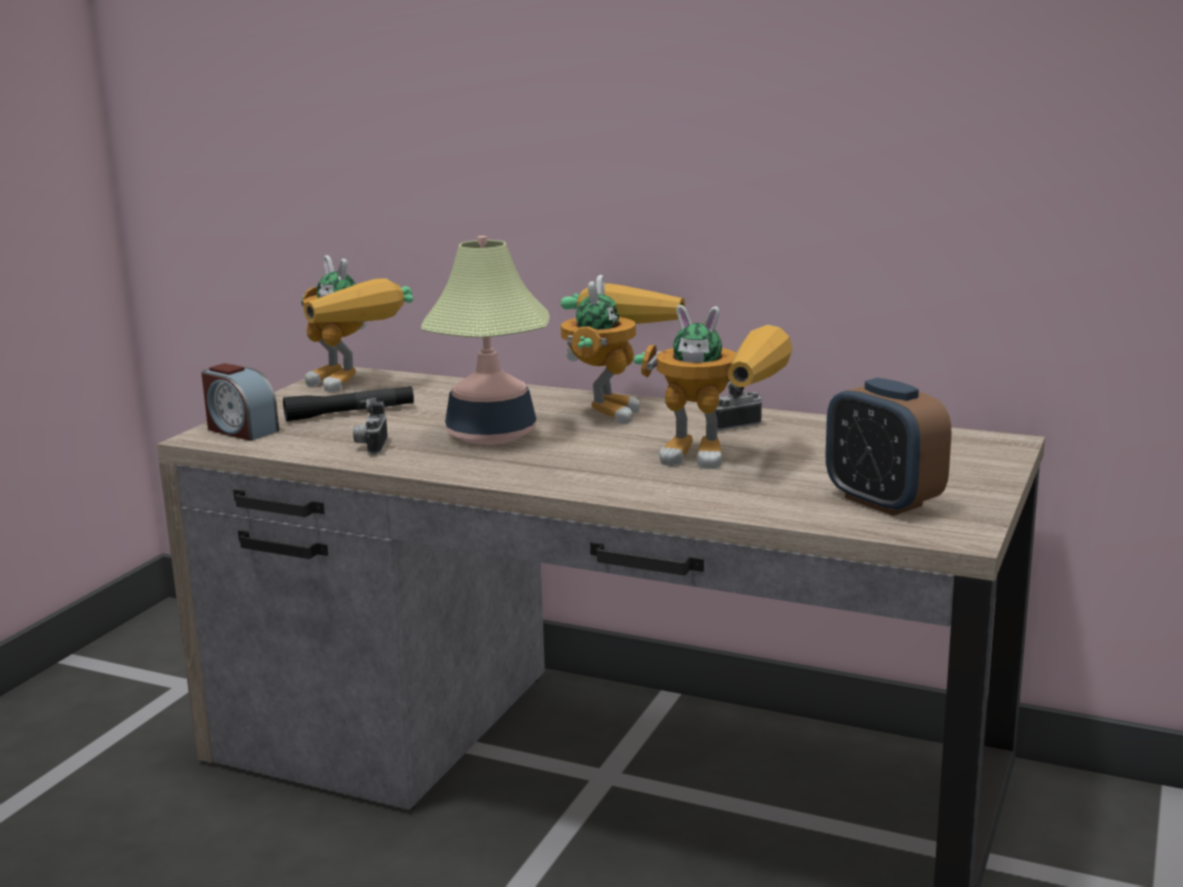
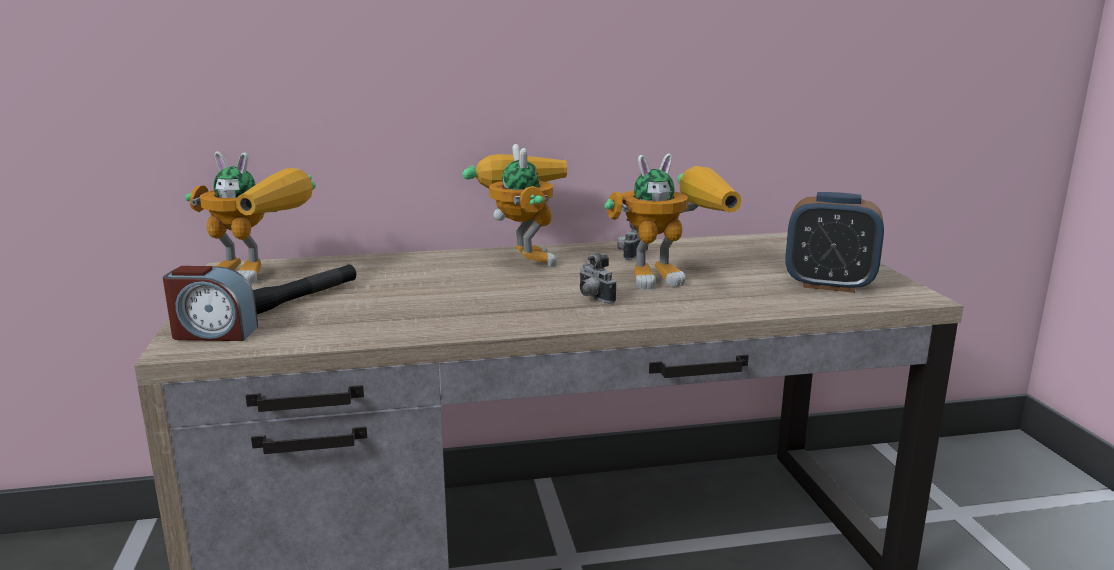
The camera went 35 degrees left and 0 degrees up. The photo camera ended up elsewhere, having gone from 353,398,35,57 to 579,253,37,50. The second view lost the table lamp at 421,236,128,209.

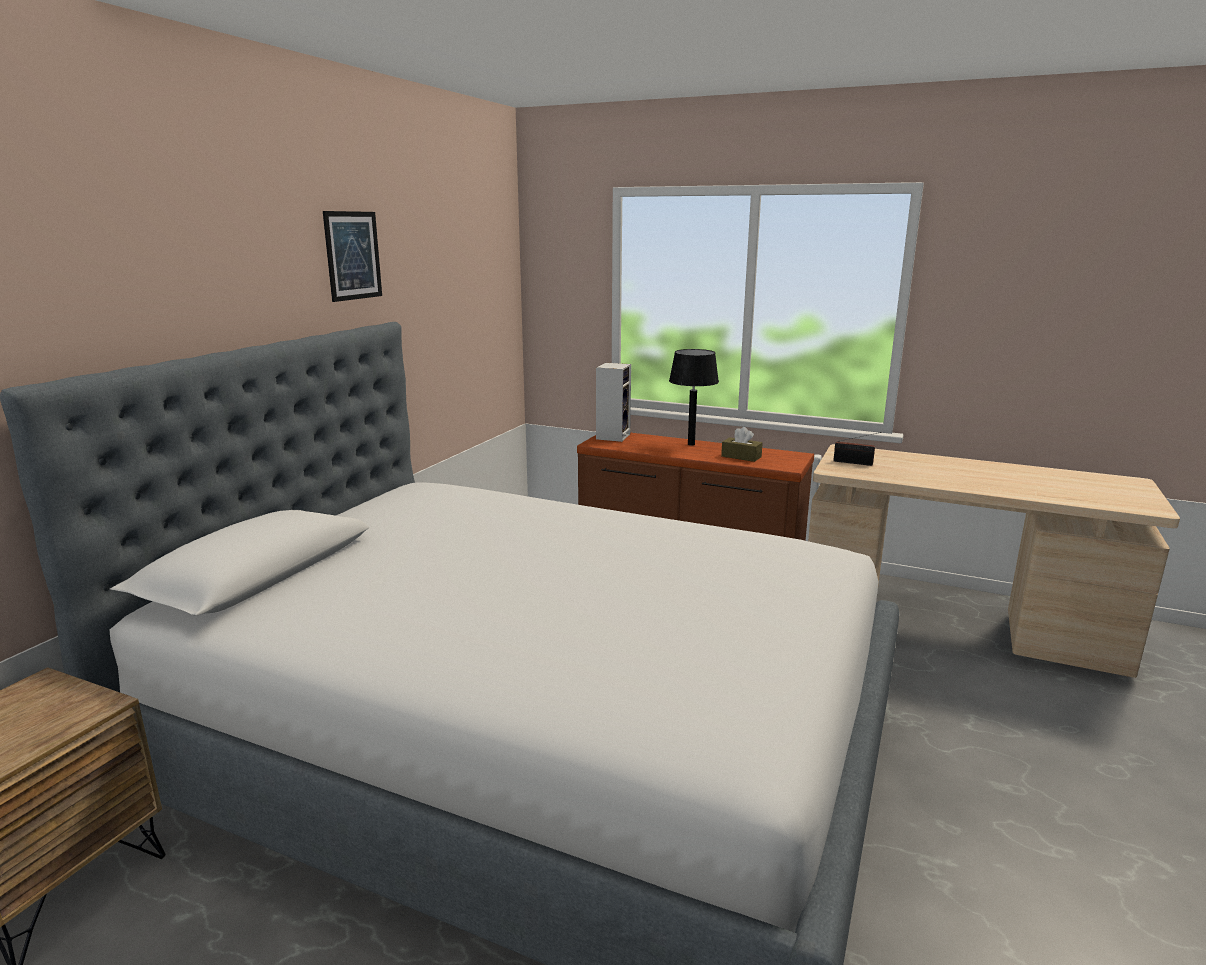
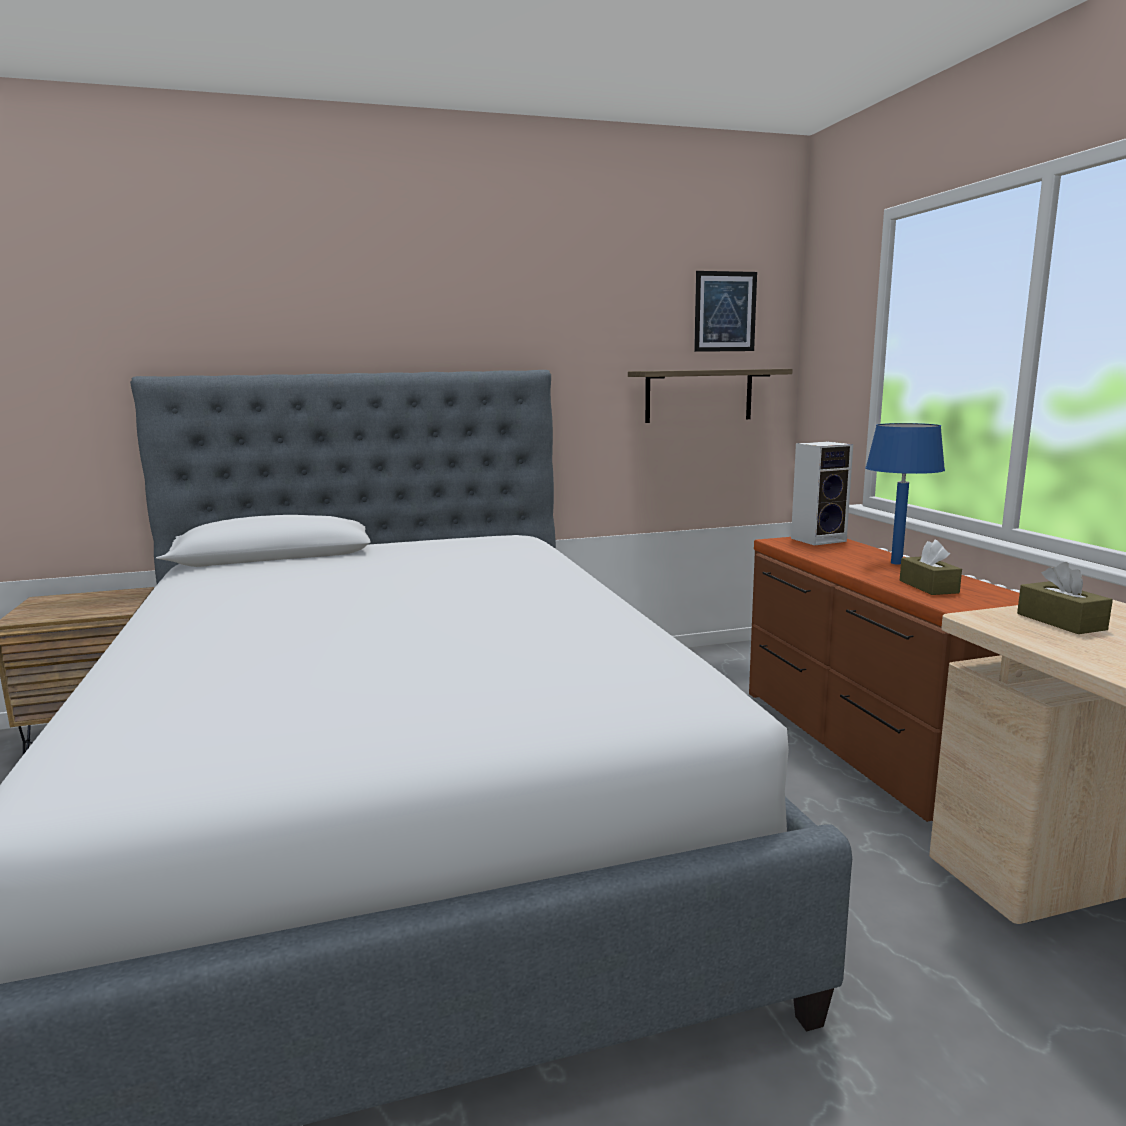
The camera went 50 degrees right and 5 degrees down. The second view gained the shelf at 628,369,165,54. The picture ended up elsewhere, having gone from 323,211,59,91 to 694,271,63,81. What was the black-coloured table lamp at 669,349,50,96 turned into the blue-coloured table lamp at 865,423,80,142. Where the radio set stood at 833,432,49,34, the brown tissue box came to stand at 1017,562,96,72.

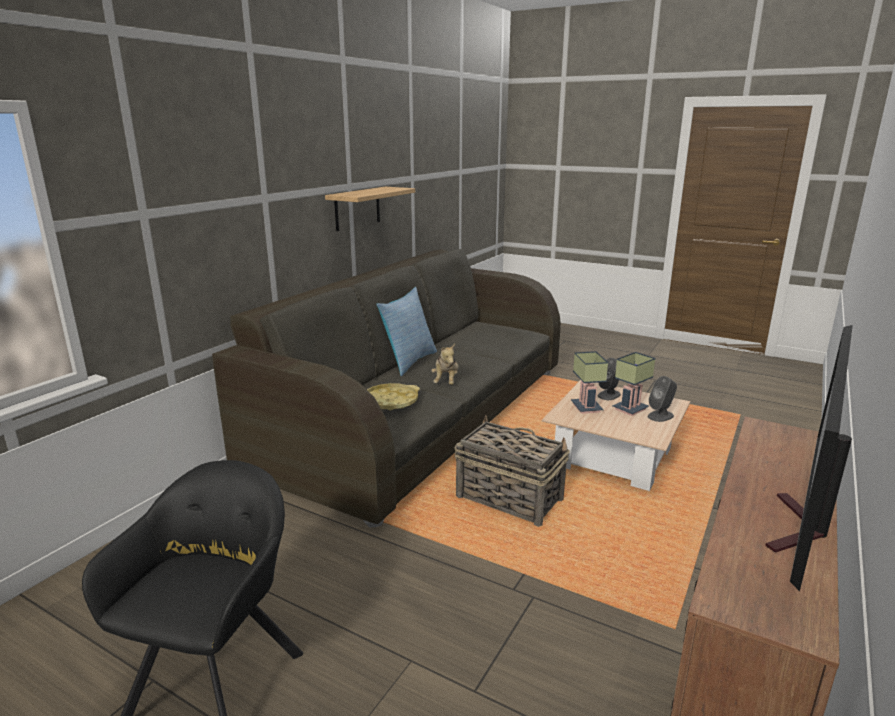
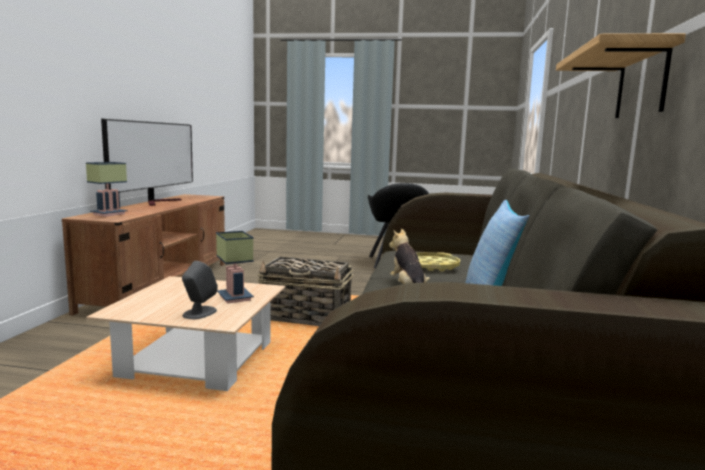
The camera went 160 degrees right and 10 degrees down. The table lamp ended up elsewhere, having gone from 612,352,43,64 to 86,162,42,55. The second view lost the gray loudspeaker at 647,376,30,46.

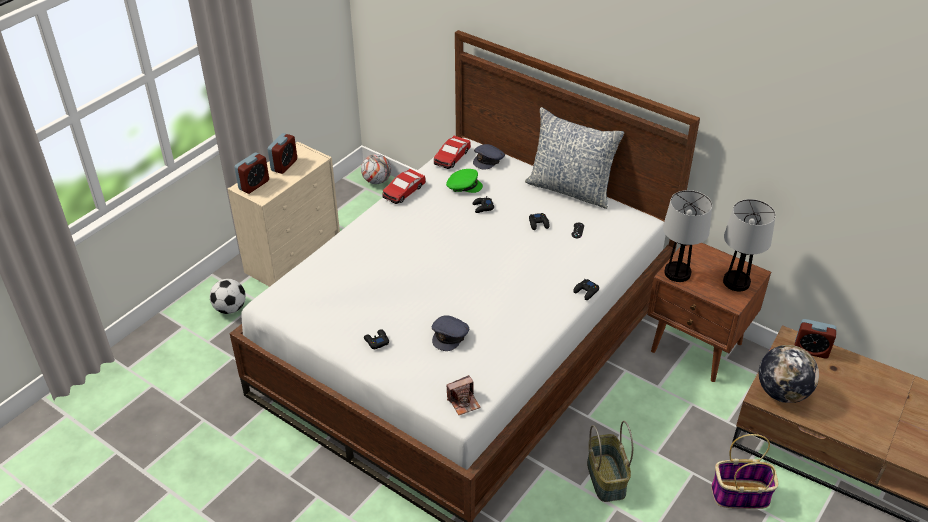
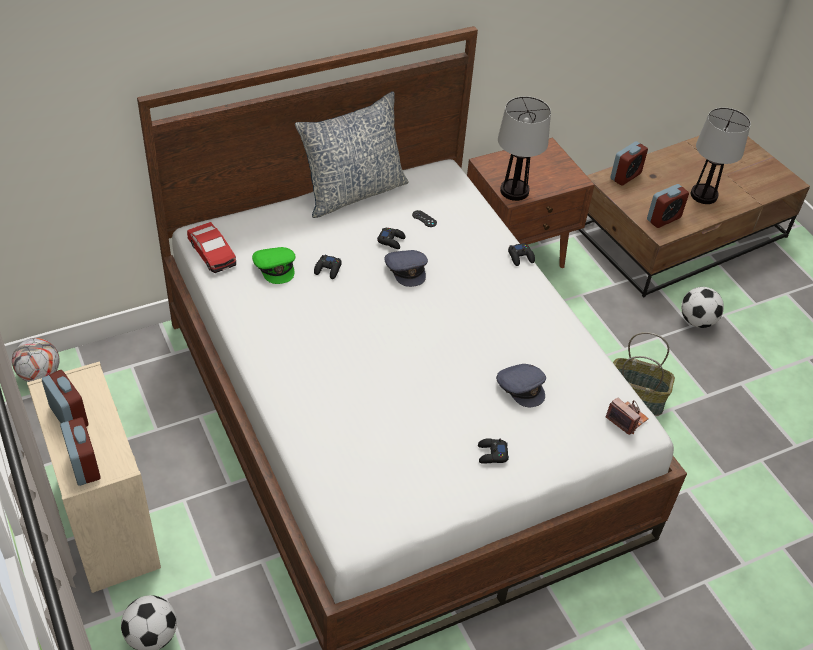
The camera went 65 degrees left and 5 degrees up. The green-coloured peaked cap at 446,169,37,24 ended up facing another way, 120 degrees clockwise from before. The gray peaked cap ended up elsewhere, having gone from 473,144,32,26 to 385,250,43,37. The photo camera at 447,375,34,40 ended up facing another way, 45 degrees counterclockwise from before. Where the world globe stood at 759,345,60,58, the table clock came to stand at 647,184,42,44. Where the household basket stood at 711,434,67,75, the football ball came to stand at 681,287,43,41. The table lamp ended up elsewhere, having gone from 723,199,53,92 to 691,108,60,96. The second view lost the model car at 382,169,44,35.

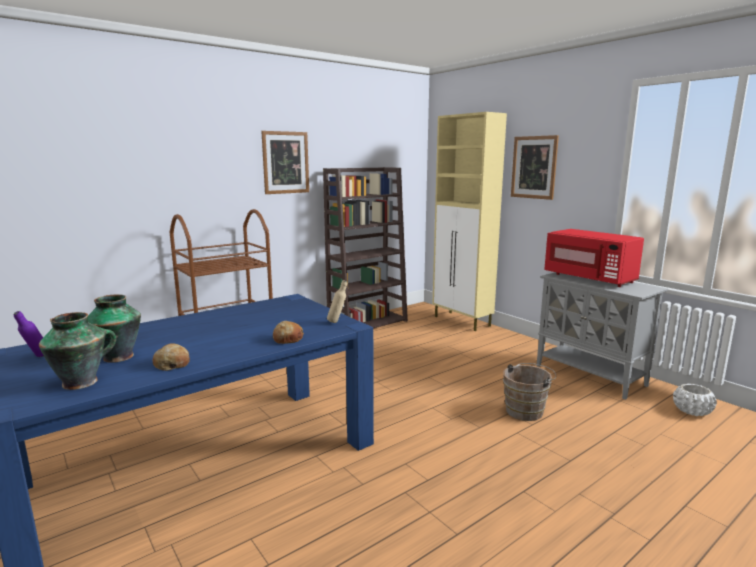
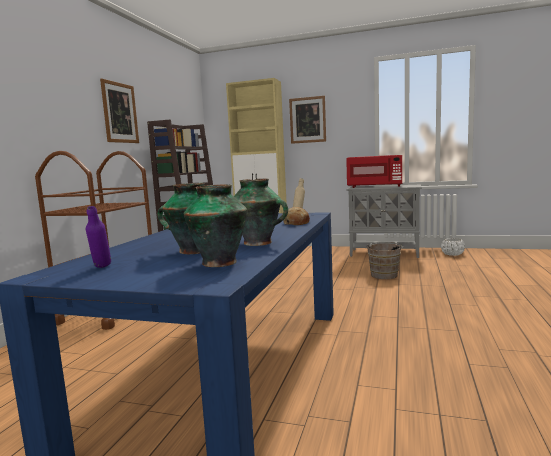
The camera went 35 degrees left and 5 degrees down. Where the baked bread stood at 153,343,37,28, the vase came to stand at 234,179,54,67.

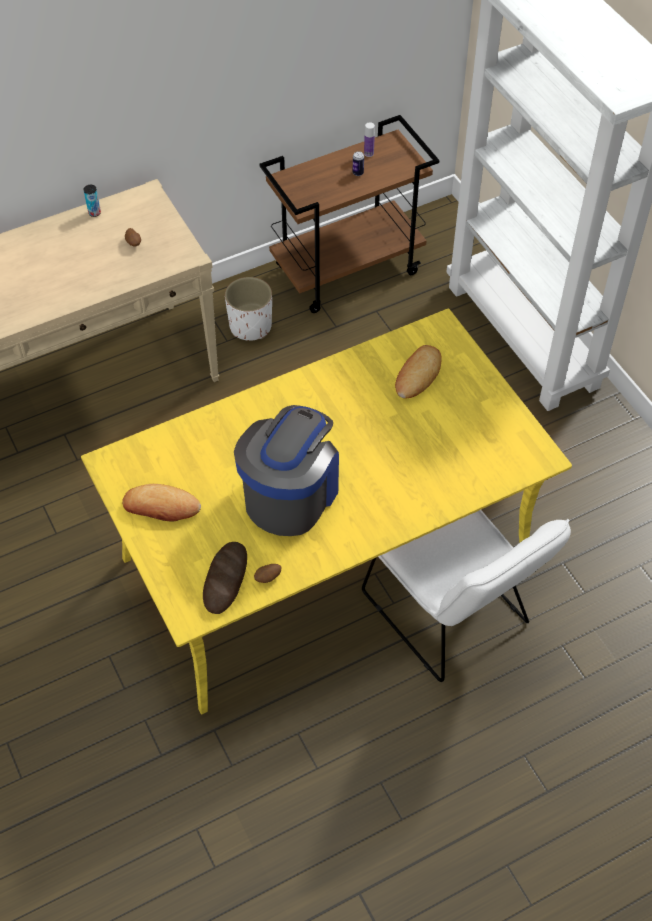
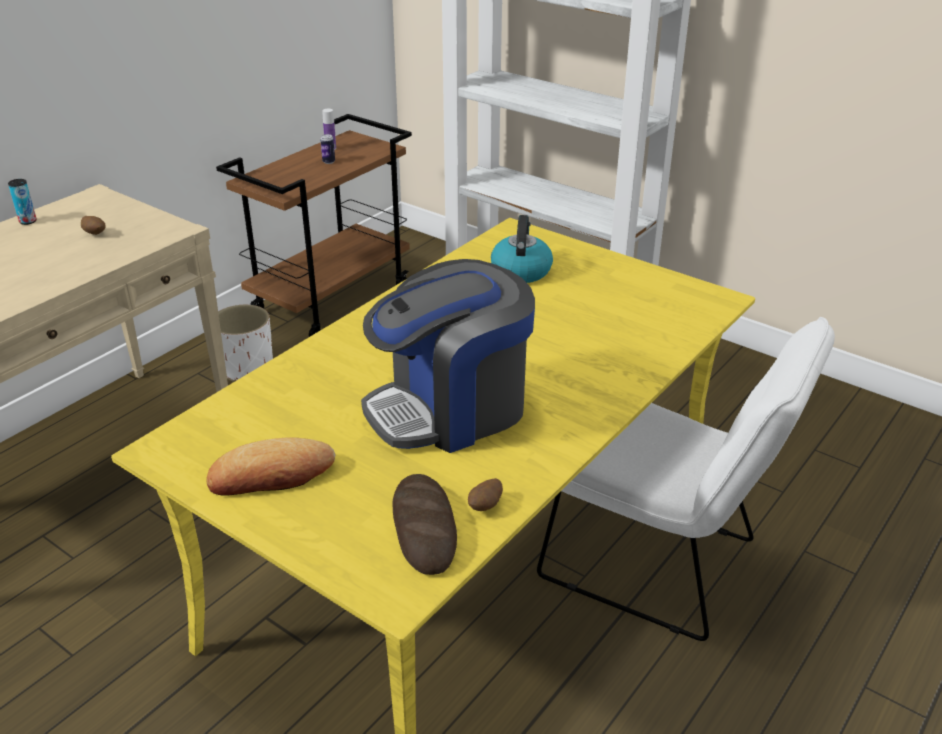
The camera went 25 degrees left and 20 degrees down. The coffee machine at 234,405,105,131 ended up facing another way, 120 degrees counterclockwise from before. Where the baked bread stood at 395,345,47,53, the water kettle came to stand at 491,215,62,68.

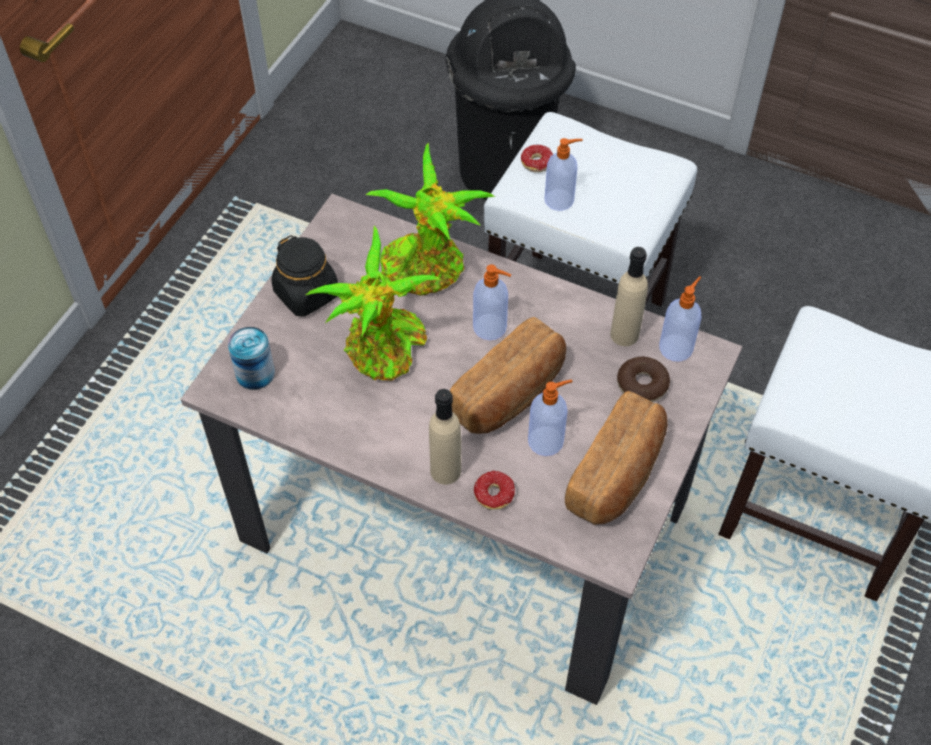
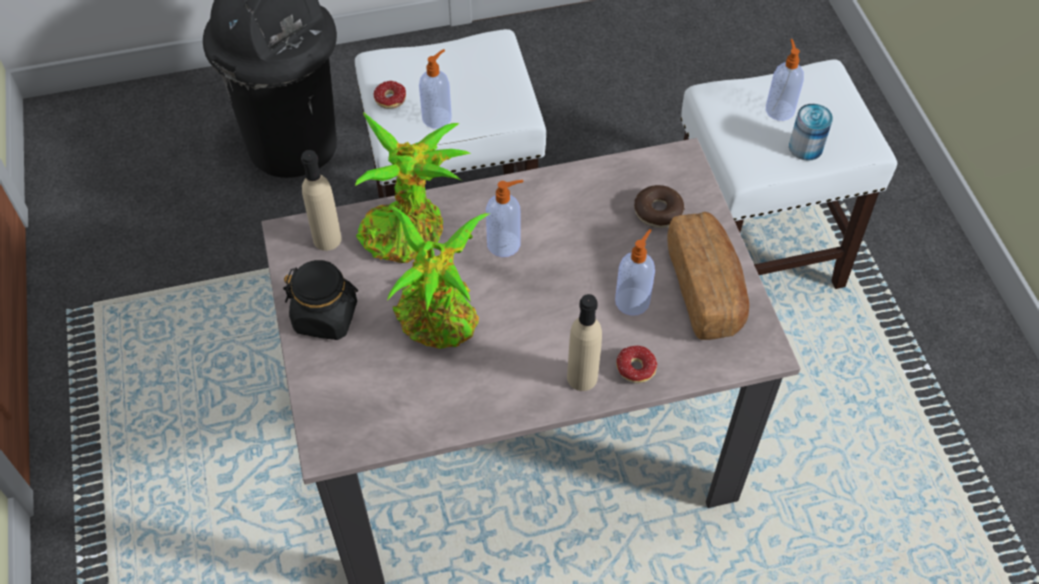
The camera went 40 degrees left and 0 degrees up. The beige-coloured beverage bottle ended up elsewhere, having gone from 610,247,38,99 to 301,150,41,101. The soap dispenser ended up elsewhere, having gone from 659,276,43,85 to 766,39,38,82. The can ended up elsewhere, having gone from 228,327,47,63 to 789,104,44,57. The second view lost the baked bread at 450,317,116,117.

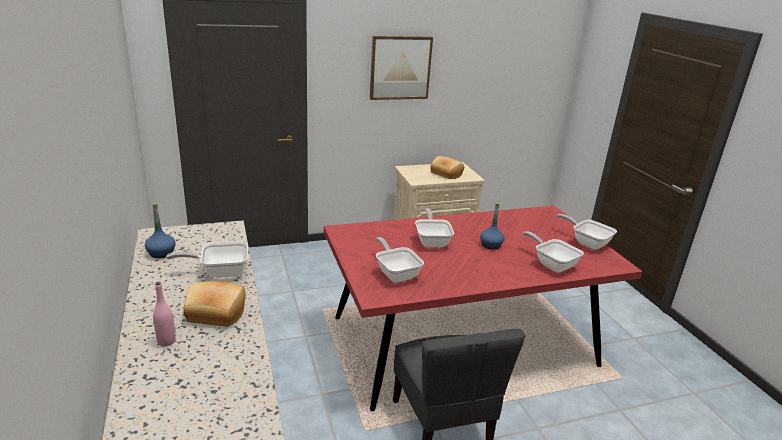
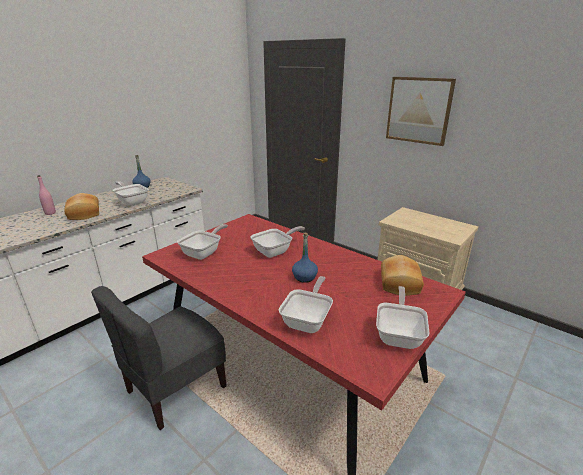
The camera went 60 degrees right and 0 degrees up. The baked bread ended up elsewhere, having gone from 430,156,34,23 to 381,255,43,41.

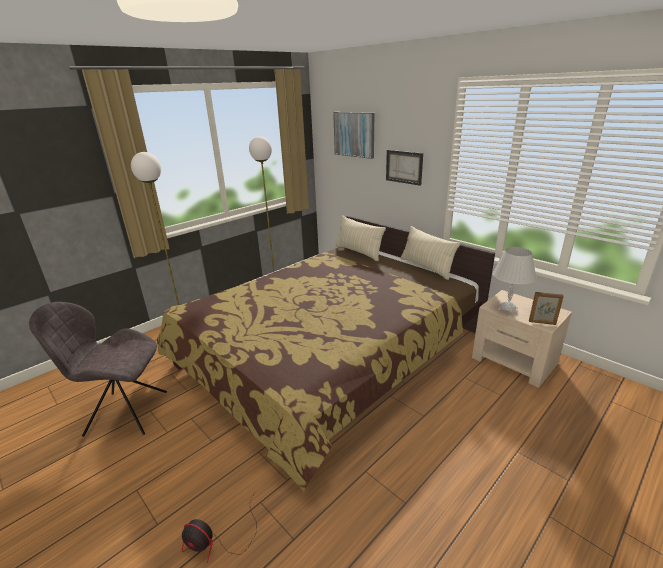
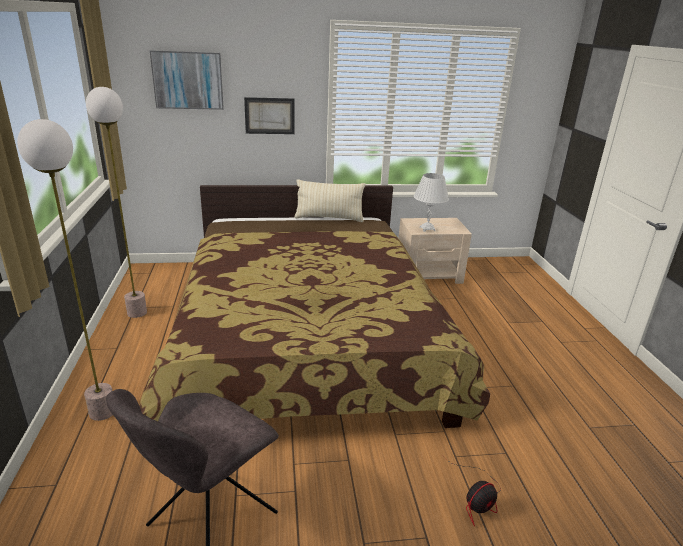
The camera went 55 degrees left and 0 degrees up. The second view lost the beige-coloured cushion at 335,215,51,46. The second view lost the picture frame at 529,292,35,33.

